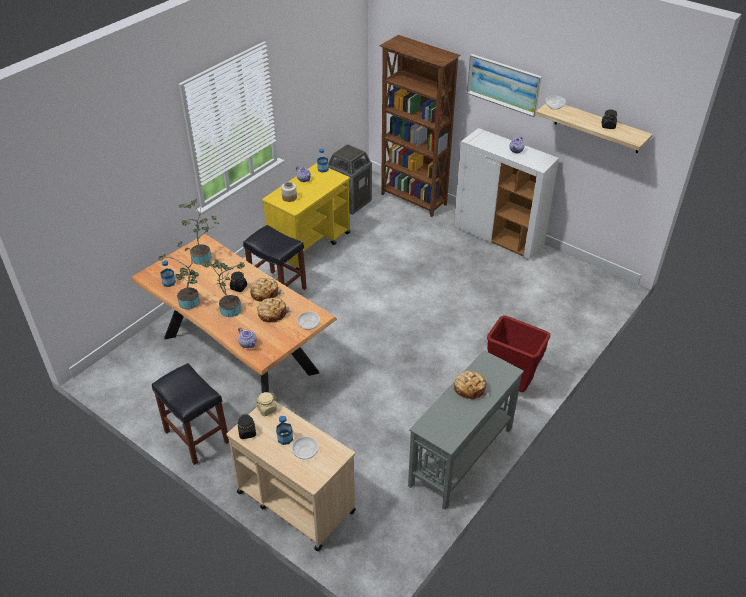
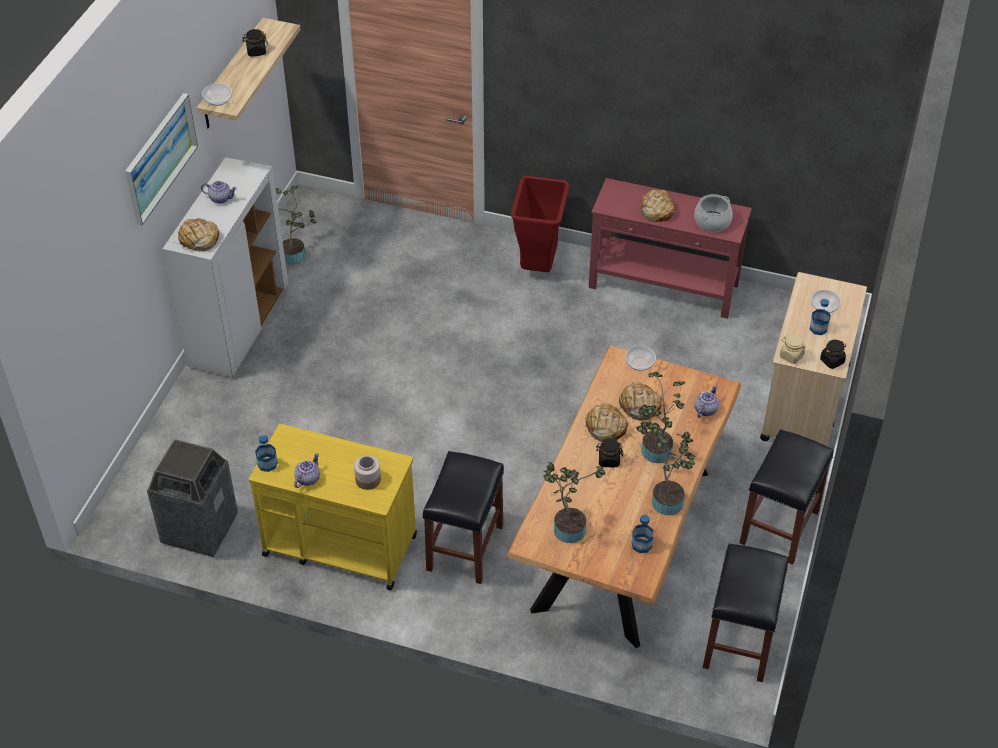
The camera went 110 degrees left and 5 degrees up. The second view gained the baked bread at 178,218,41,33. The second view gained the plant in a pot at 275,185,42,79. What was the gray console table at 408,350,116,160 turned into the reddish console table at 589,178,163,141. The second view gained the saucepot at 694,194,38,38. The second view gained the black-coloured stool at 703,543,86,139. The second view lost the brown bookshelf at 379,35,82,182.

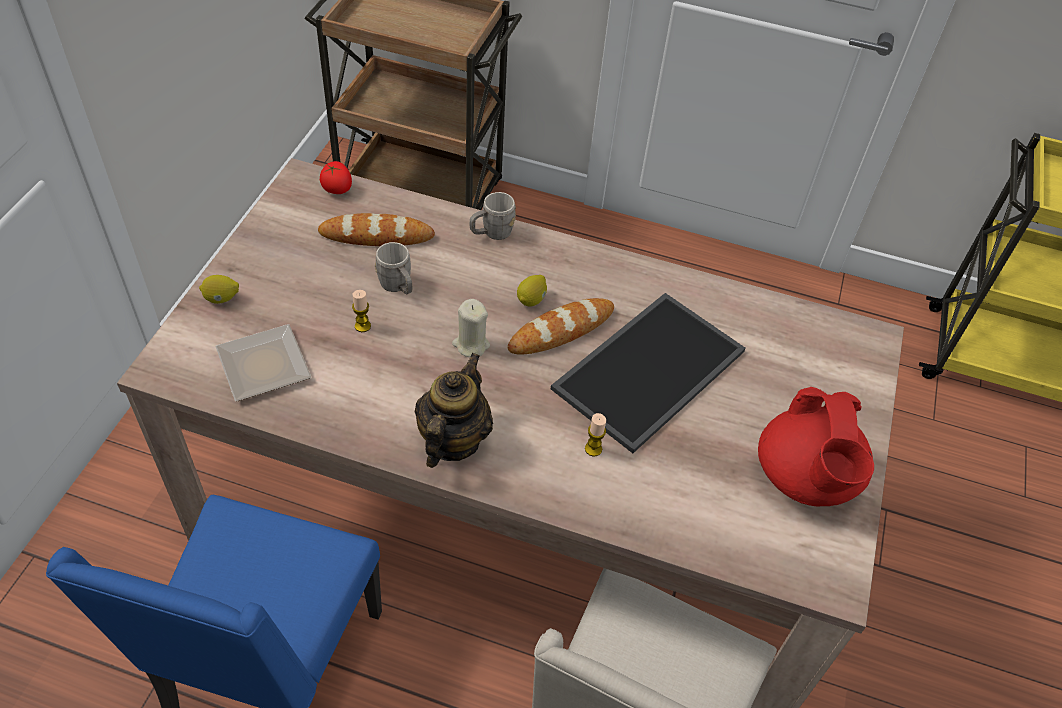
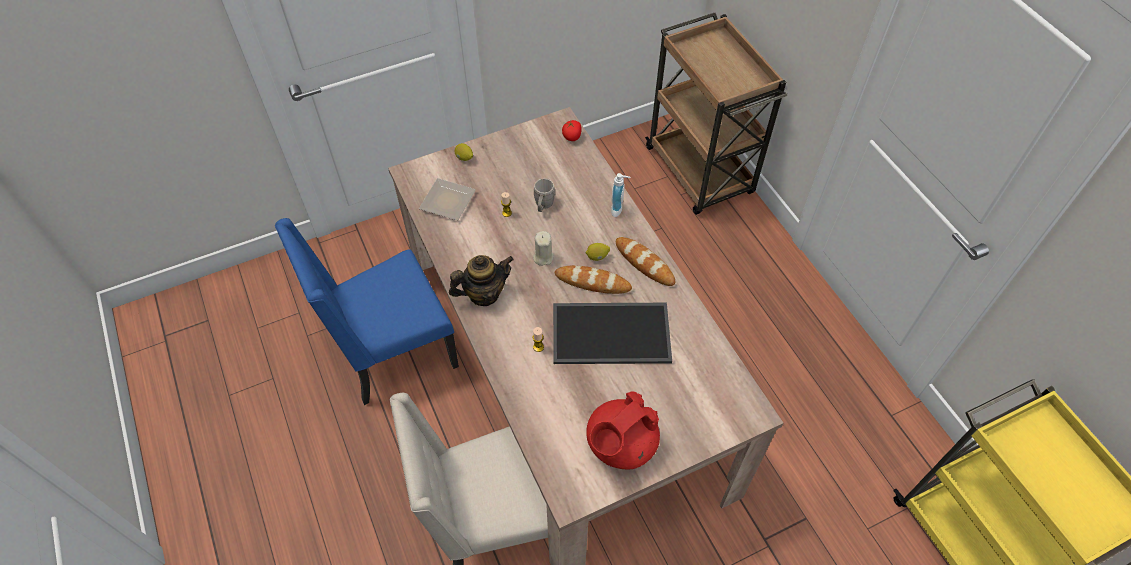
The camera went 50 degrees right and 5 degrees up. Where the gray coffee mug stood at 470,192,46,48, the soap dispenser came to stand at 611,173,19,44. The baked bread ended up elsewhere, having gone from 318,213,117,33 to 616,237,59,49.

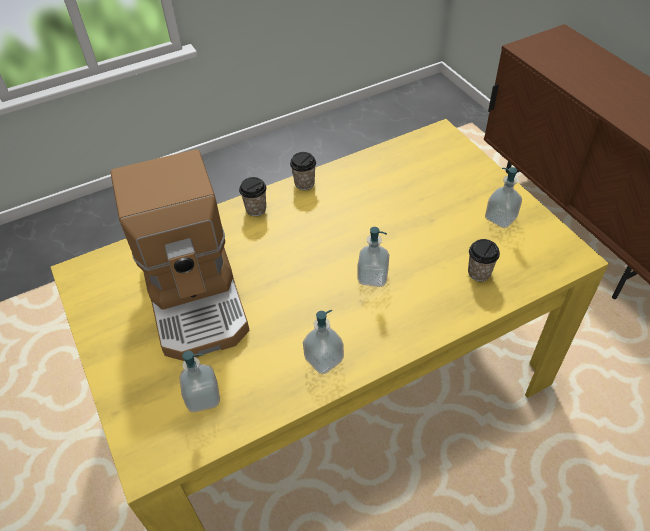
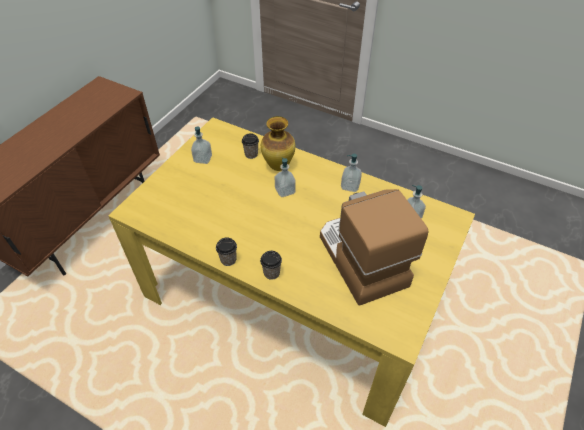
The camera went 125 degrees left and 0 degrees up. The second view gained the vase at 261,116,34,55. The coffee machine at 110,149,139,212 ended up facing another way, 60 degrees counterclockwise from before.

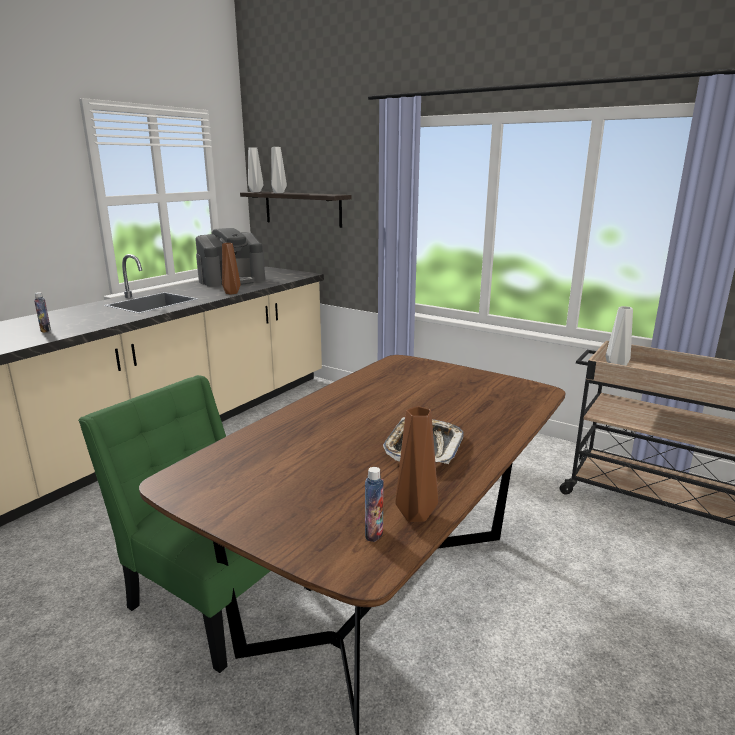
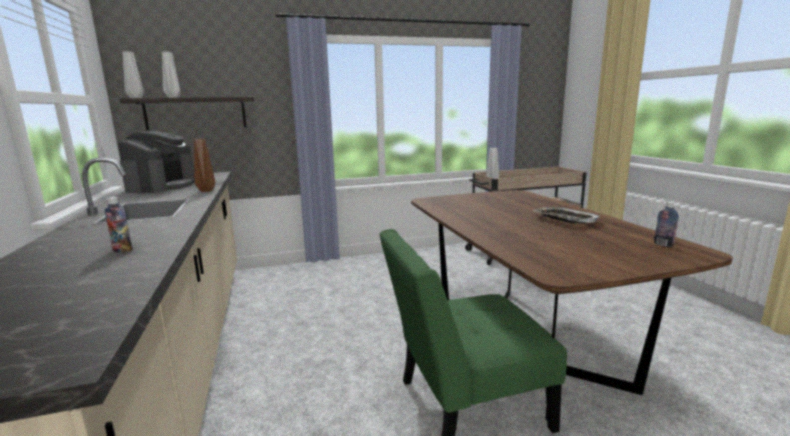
The camera went 50 degrees left and 5 degrees down. The second view lost the brown vase at 395,406,43,116.

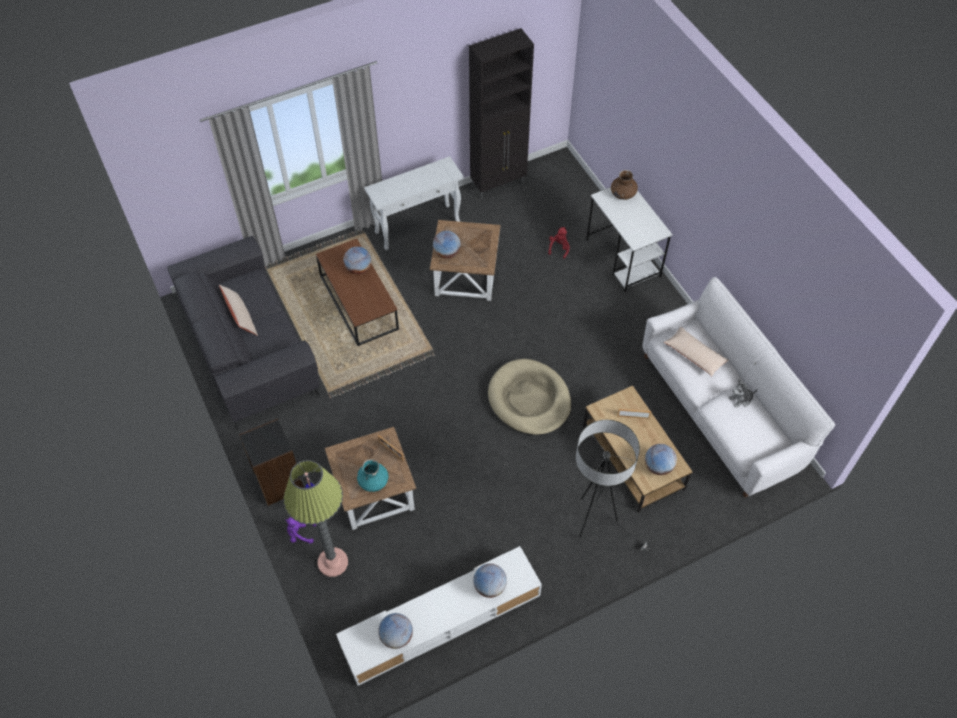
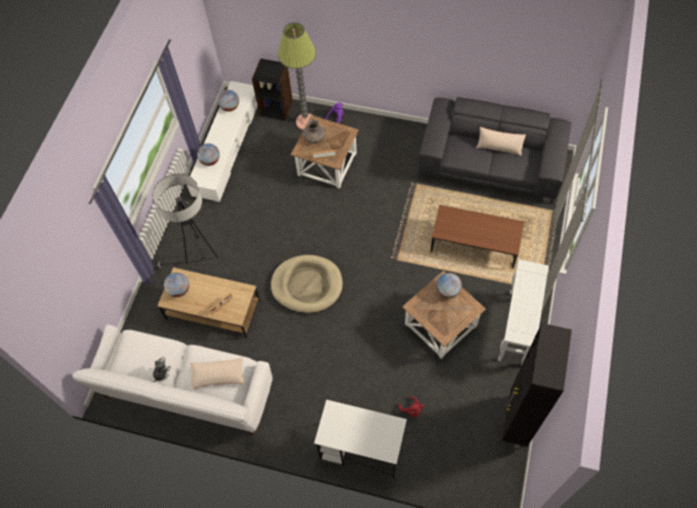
The camera went 135 degrees right and 5 degrees up. The black-coloured bookshelf ended up elsewhere, having gone from 239,419,65,87 to 252,58,41,63. What was the turquoise vase at 357,459,31,33 turned into the gray vase at 303,119,22,24. The second view lost the world globe at 343,246,28,28. The second view lost the brown vase at 611,170,27,30.

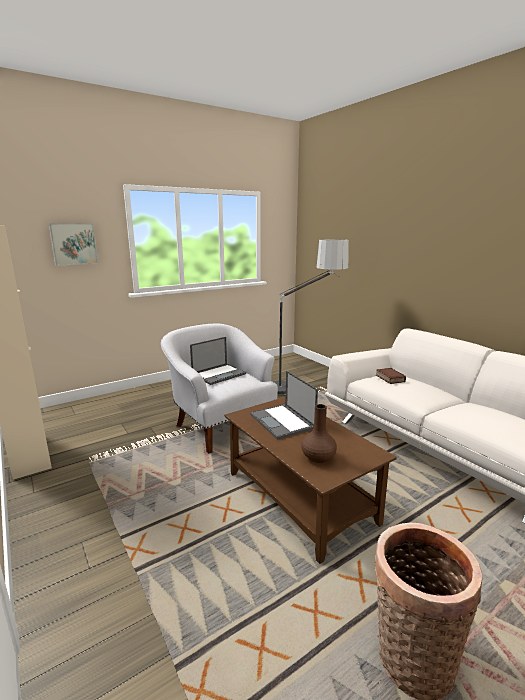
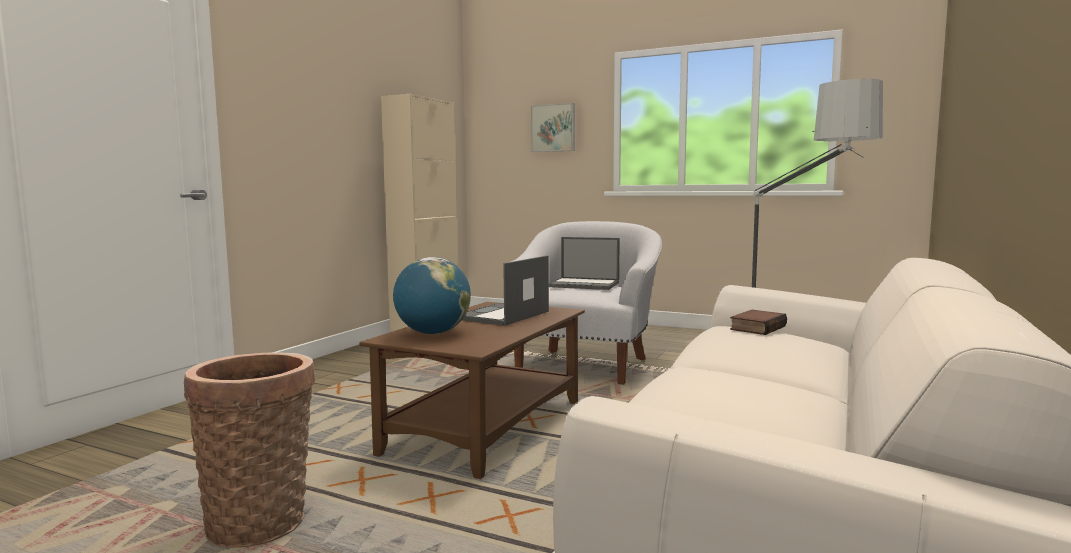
The camera went 60 degrees right and 10 degrees down. Where the brown vase stood at 301,404,36,59, the world globe came to stand at 393,257,78,77.

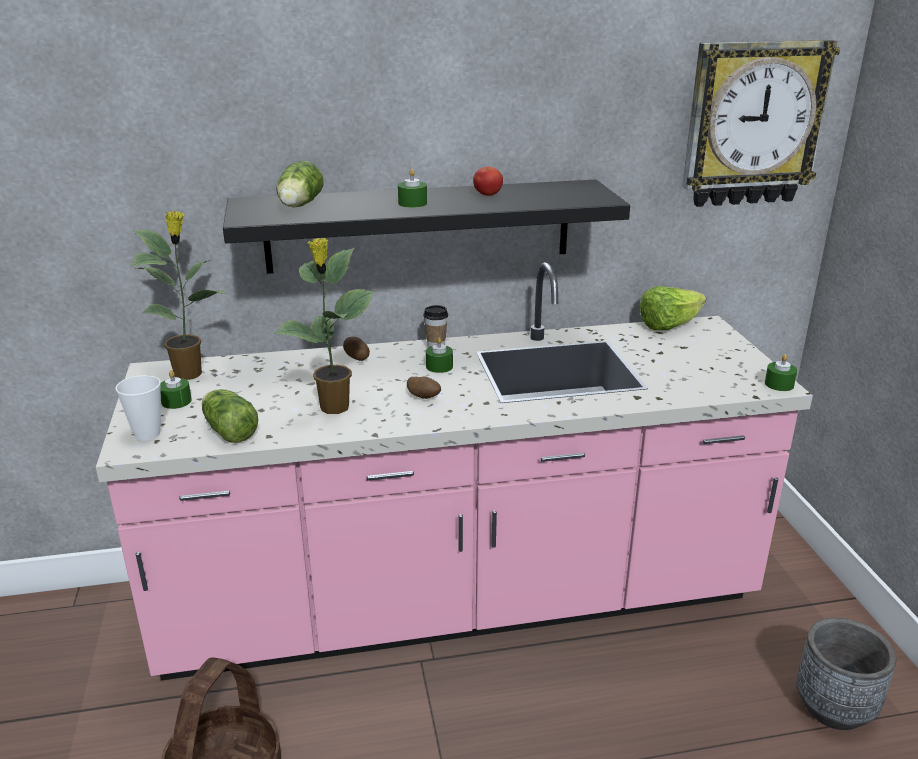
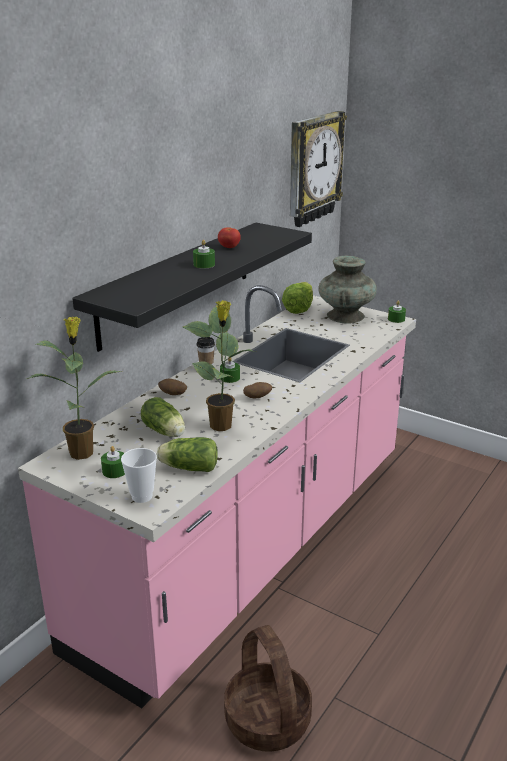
The camera went 45 degrees left and 0 degrees up. The lettuce ended up elsewhere, having gone from 276,161,48,46 to 141,397,44,40. The second view gained the turquoise vase at 318,256,59,67. The second view lost the gray plant pot at 796,618,100,112.

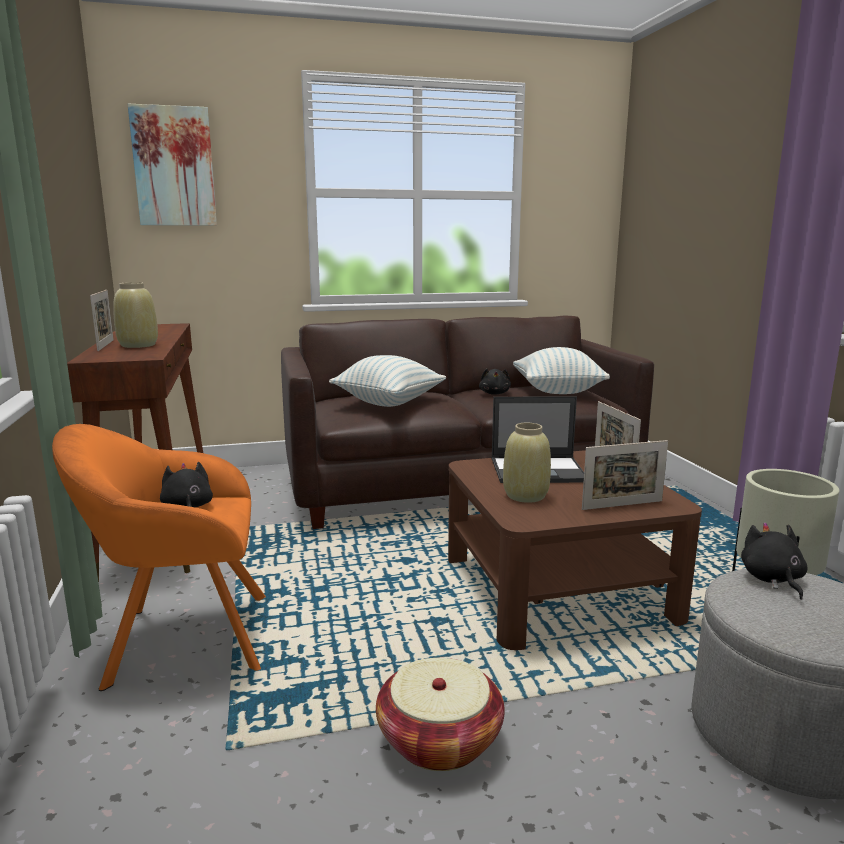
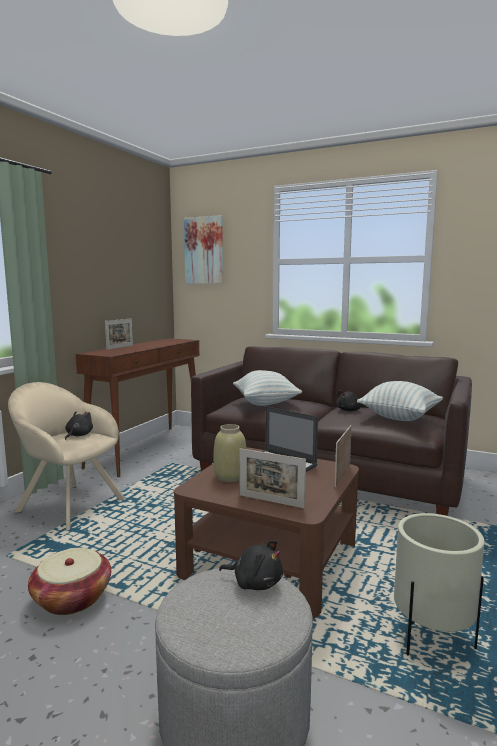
The camera went 40 degrees right and 5 degrees down. What was the orange-coloured armchair at 52,424,214,267 turned into the beige-coloured armchair at 8,382,117,148. The black-coloured soft toy at 741,522,66,78 ended up facing another way, 75 degrees clockwise from before. The second view lost the beige-coloured vase at 113,282,45,66.

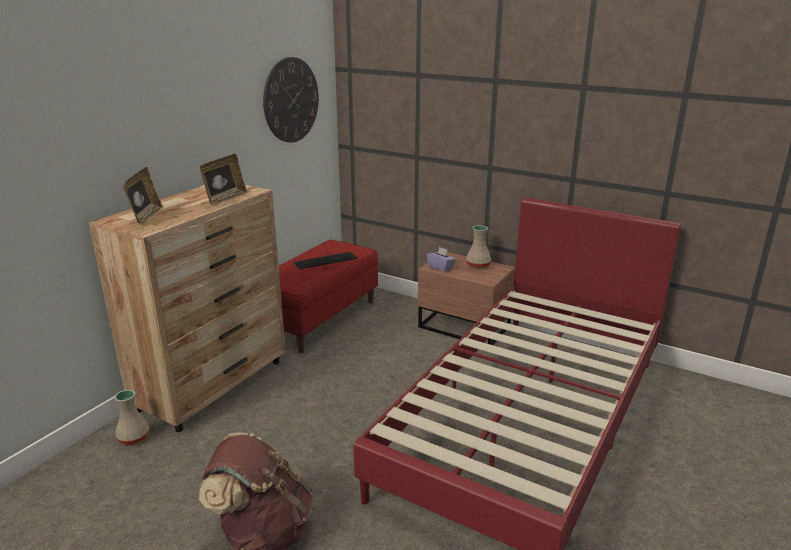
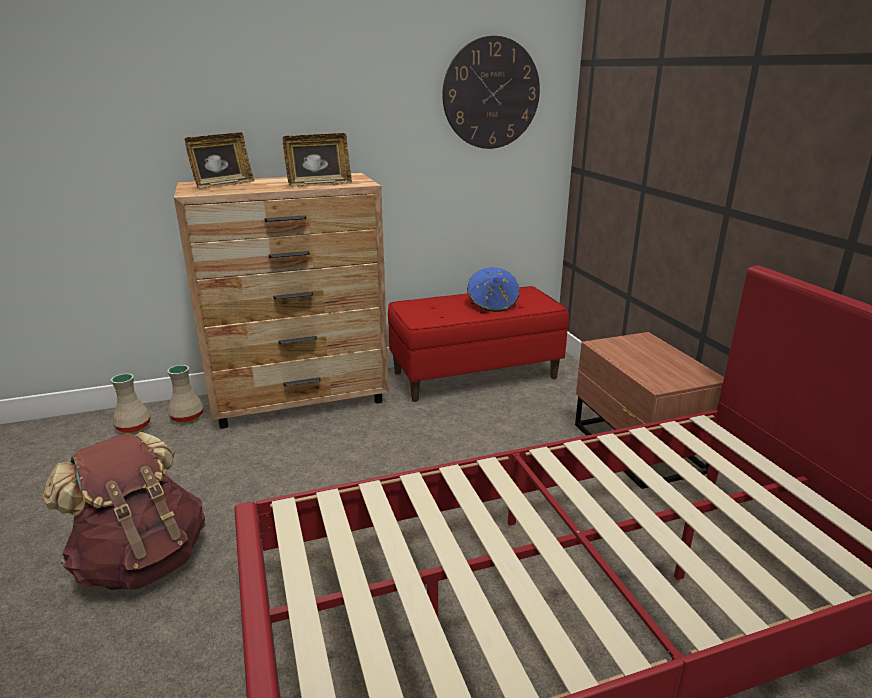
The camera went 40 degrees right and 0 degrees up. The beige-coloured vase ended up elsewhere, having gone from 466,225,25,44 to 111,373,39,60. Where the computer keyboard stood at 294,252,63,17, the blue-coloured clothing hat came to stand at 467,267,52,45. The second view lost the purple tissue box at 427,247,29,25.

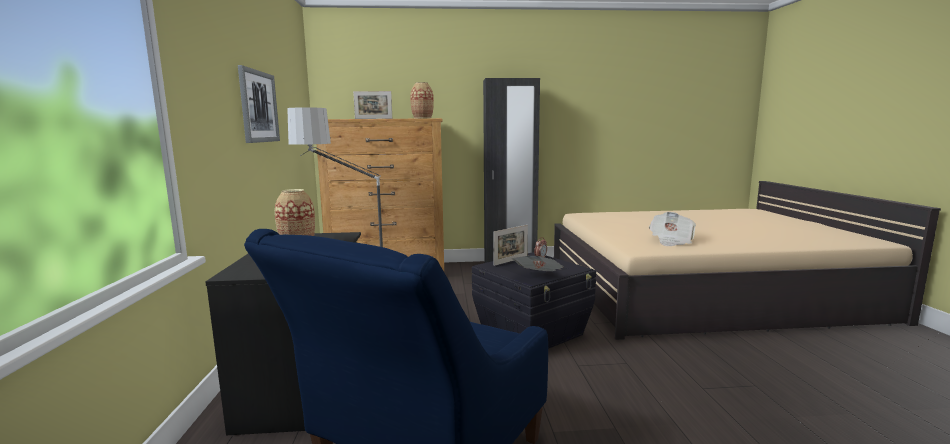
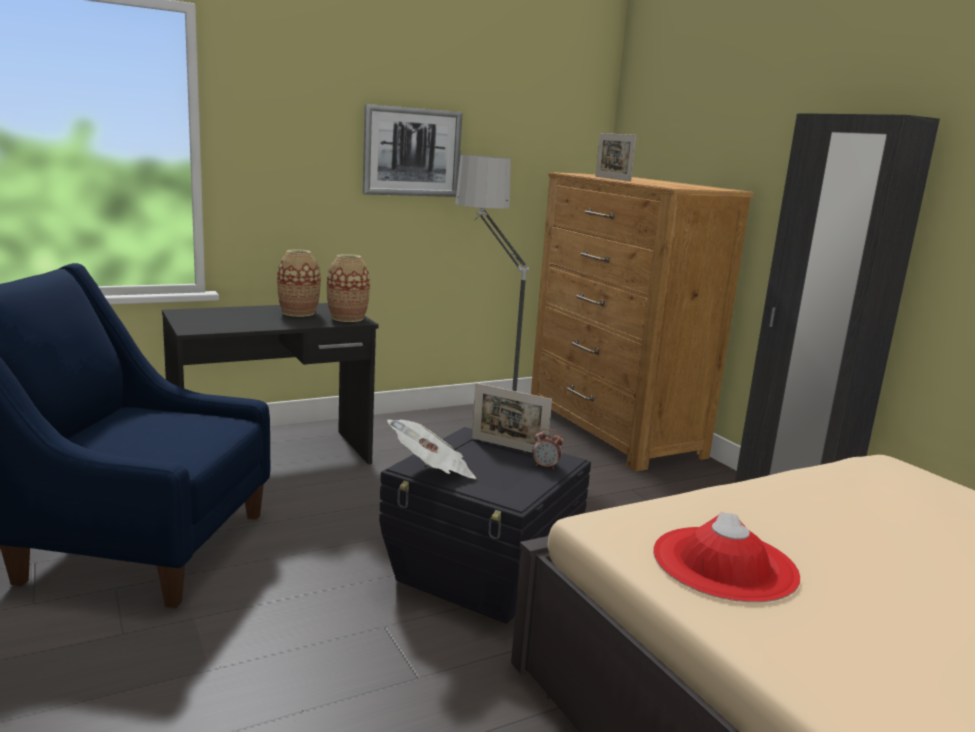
The camera went 65 degrees right and 5 degrees up. The vase ended up elsewhere, having gone from 410,82,24,37 to 327,254,43,68. Where the printed paper stood at 649,212,47,34, the reddish clothing hat came to stand at 653,513,147,90.

